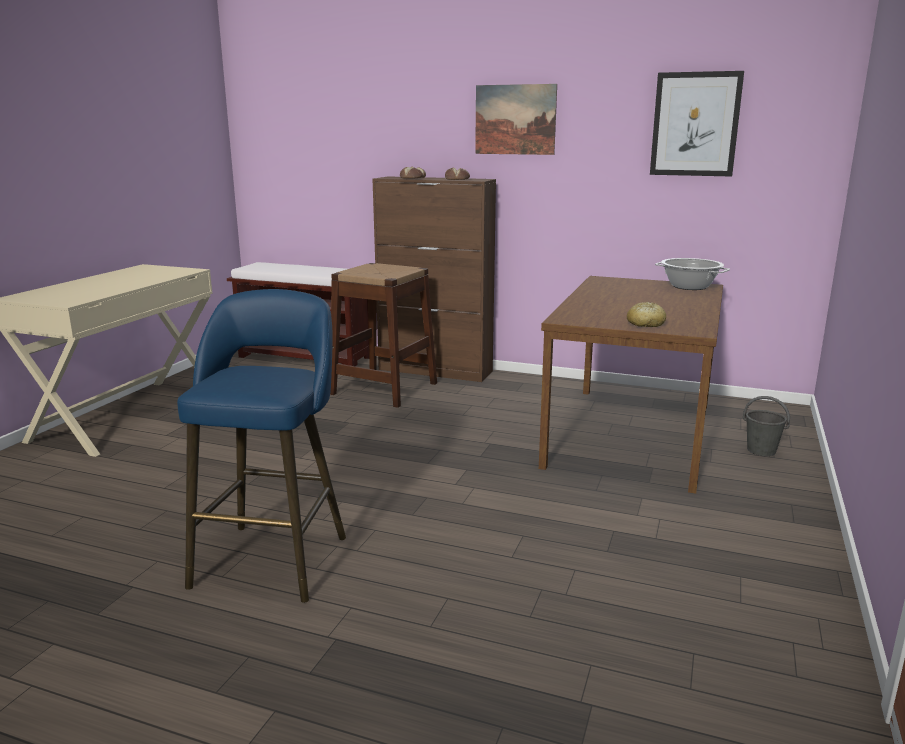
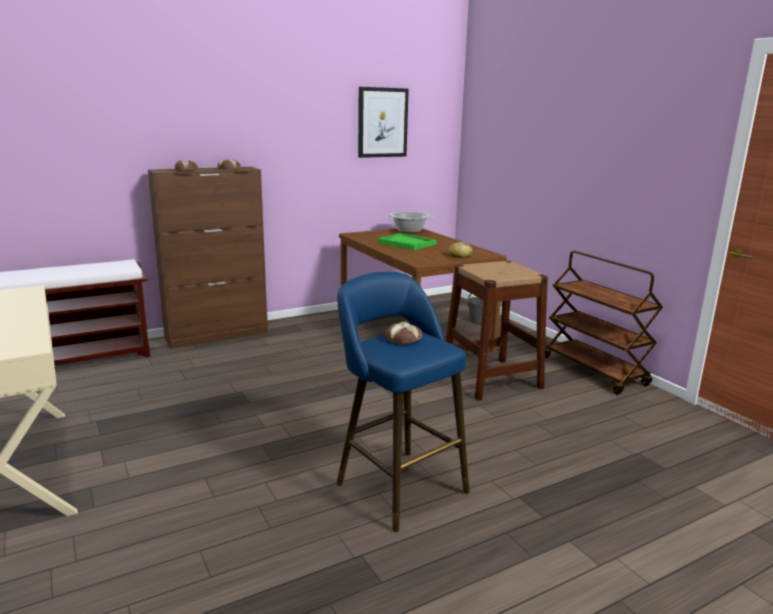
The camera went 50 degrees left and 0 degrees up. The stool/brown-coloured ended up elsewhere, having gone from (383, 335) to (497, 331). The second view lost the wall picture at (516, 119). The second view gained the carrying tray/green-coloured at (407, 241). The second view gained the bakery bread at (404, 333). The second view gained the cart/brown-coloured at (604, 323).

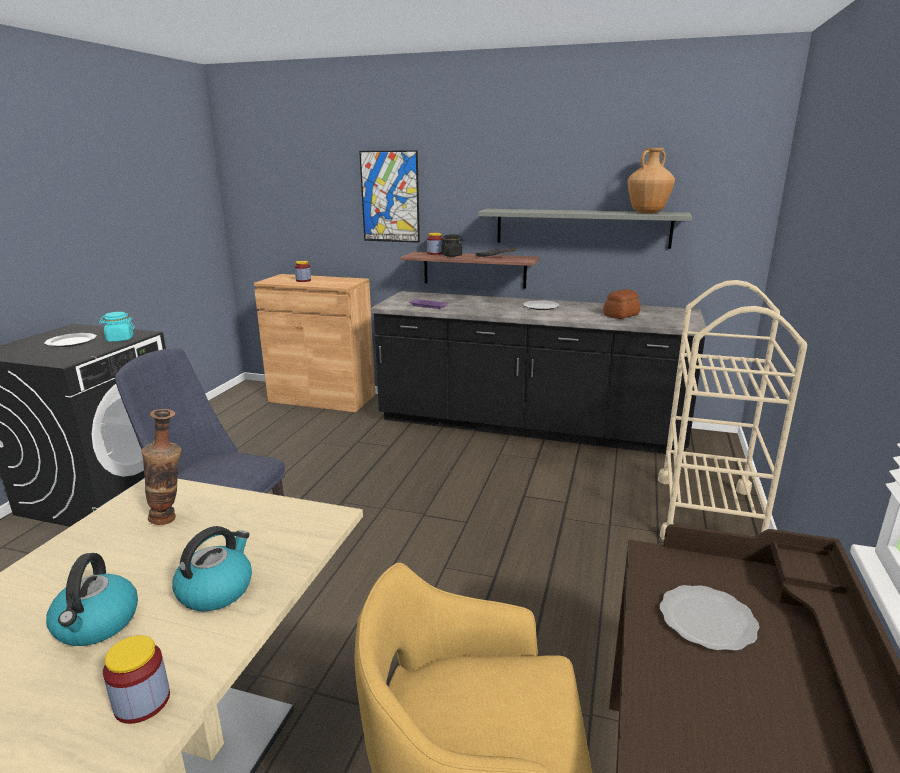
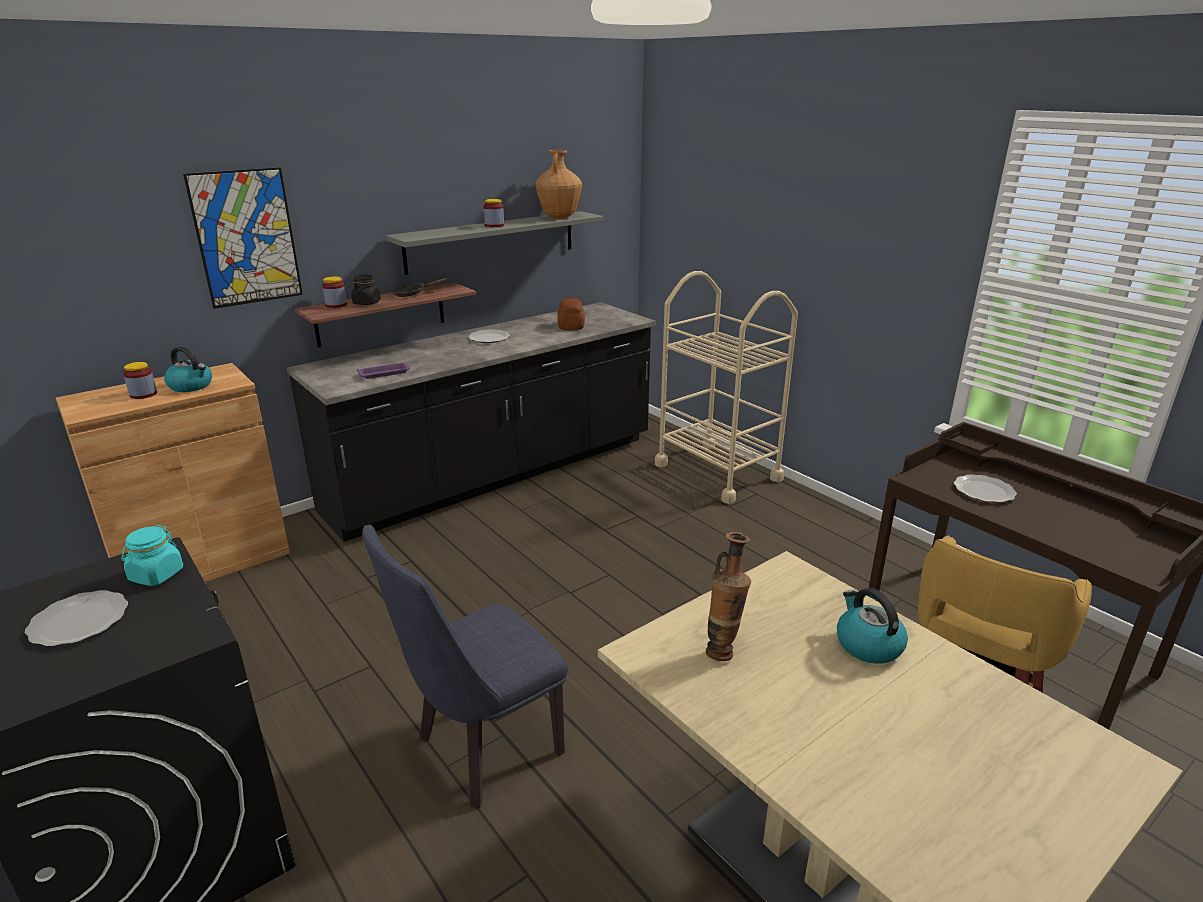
The camera went 55 degrees left and 5 degrees up. The kettle ended up elsewhere, having gone from (92, 599) to (188, 369). The jar ended up elsewhere, having gone from (136, 679) to (494, 213).

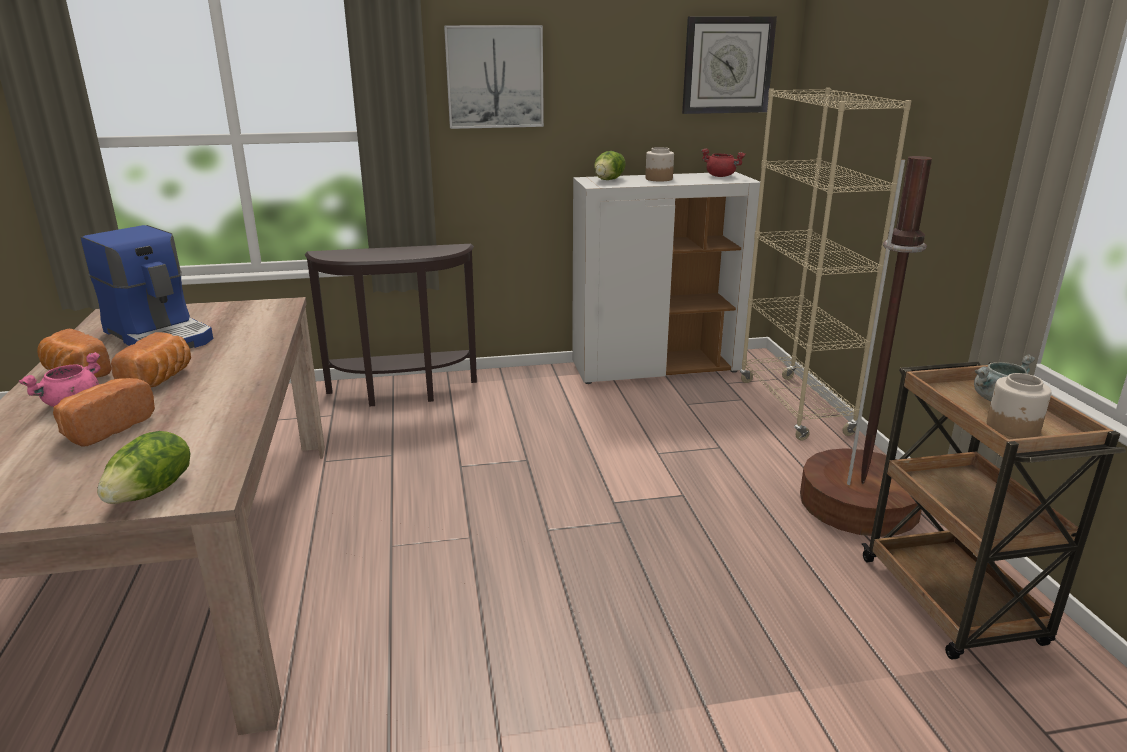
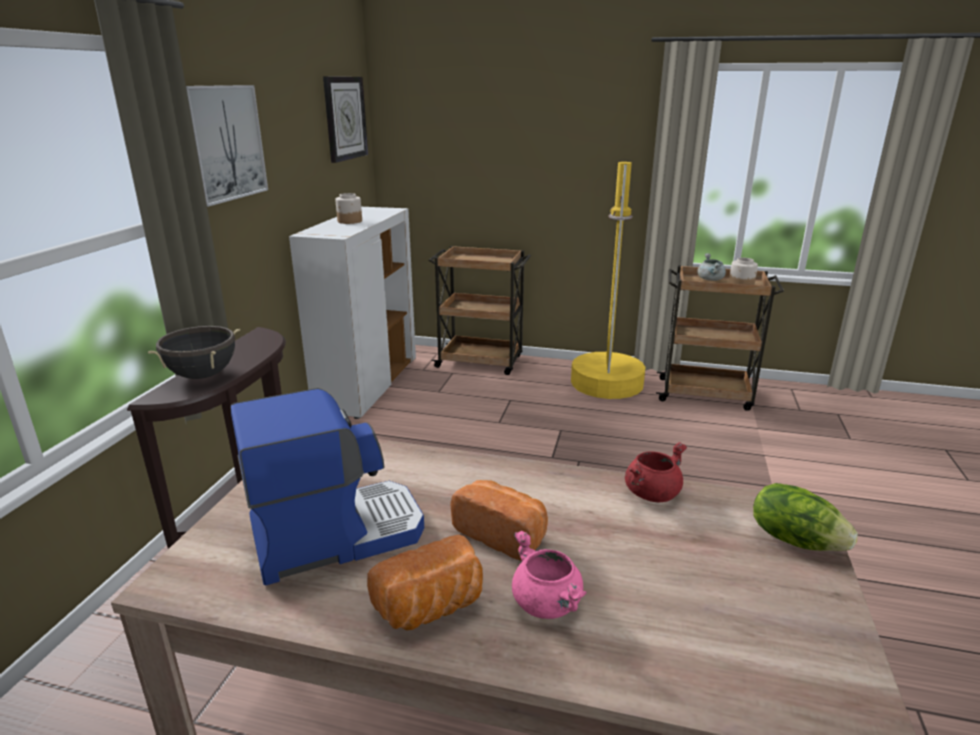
The camera went 65 degrees left and 0 degrees up. The second view lost the bakery bread at (104, 412). The second view lost the head of lettuce at (609, 165). The stockpot/reddish ended up elsewhere, having gone from (723, 162) to (656, 472). Where the bookshelf/beige-coloured stood at (826, 264), the cart/brown-coloured came to stand at (479, 310). What was the standing lamp/brown-coloured at (866, 346) turned into the standing lamp/yellow at (608, 280). The second view gained the stockpot/black at (194, 352).

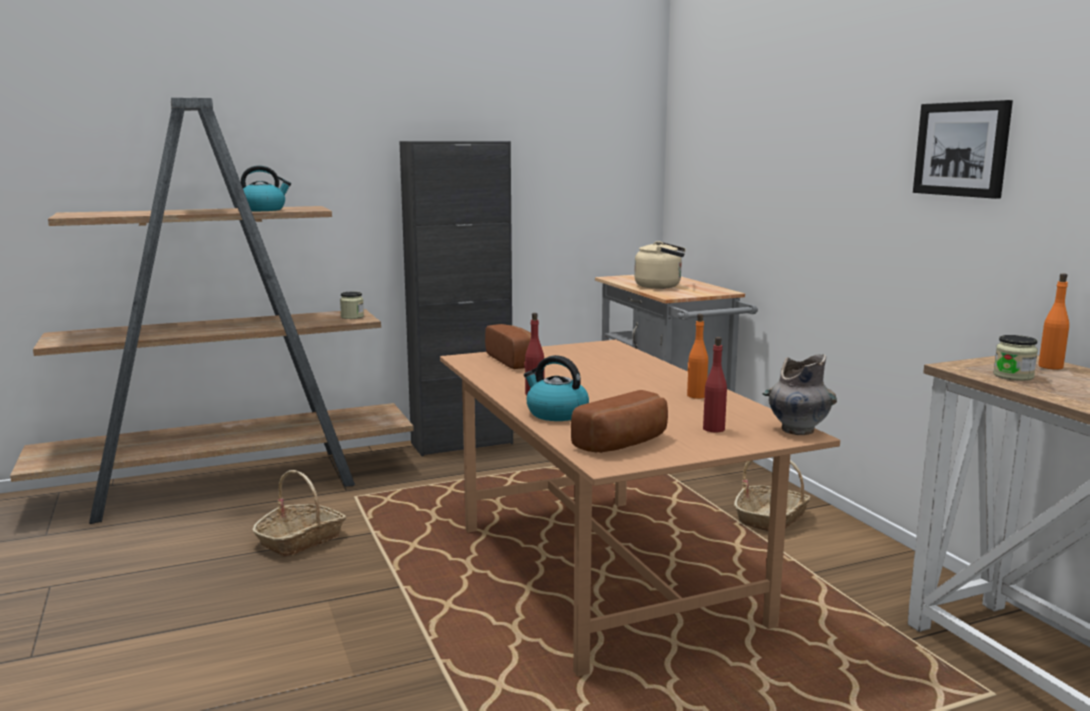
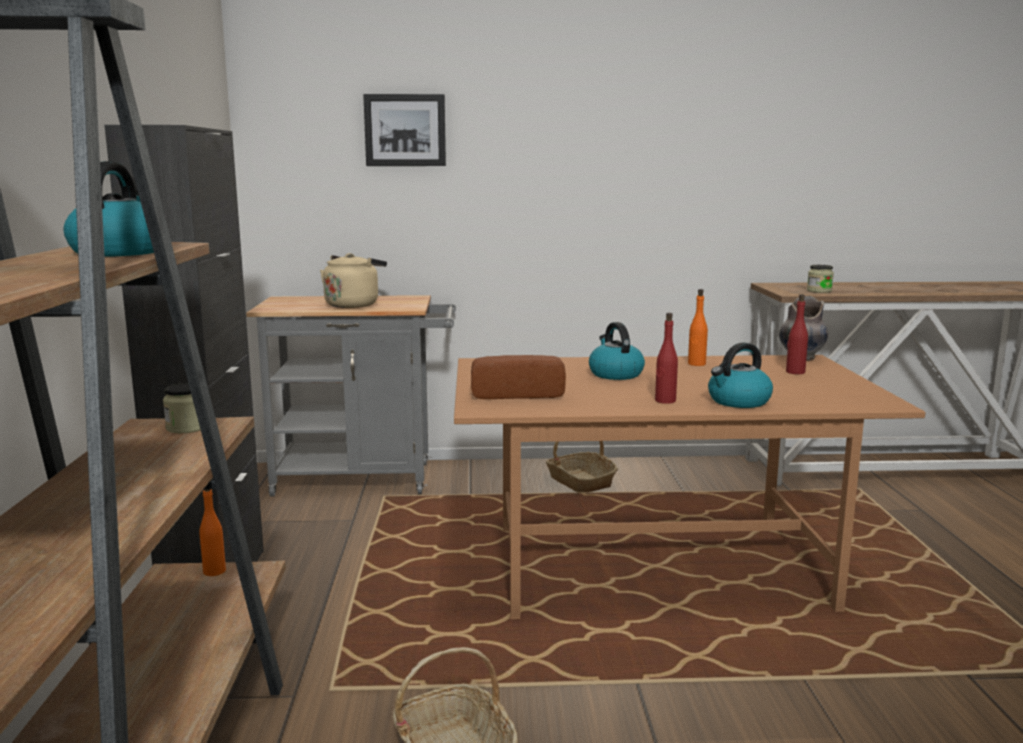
The camera went 70 degrees left and 0 degrees up. The second view lost the bakery bread at (619, 421). The wall picture ended up elsewhere, having gone from (963, 149) to (404, 130). The bottle/orangey ended up elsewhere, having gone from (1053, 321) to (212, 532). The second view gained the kettle at (617, 351).

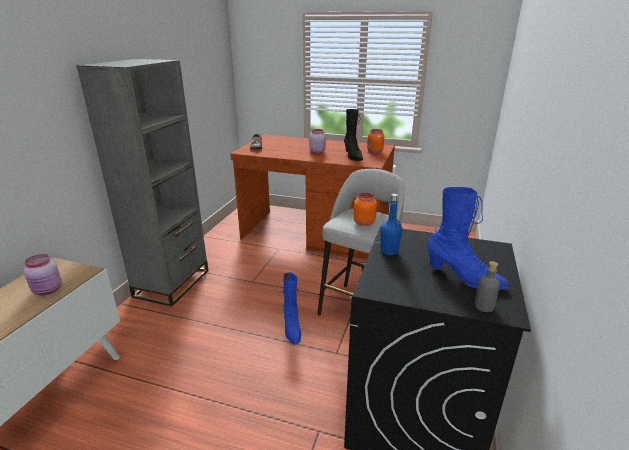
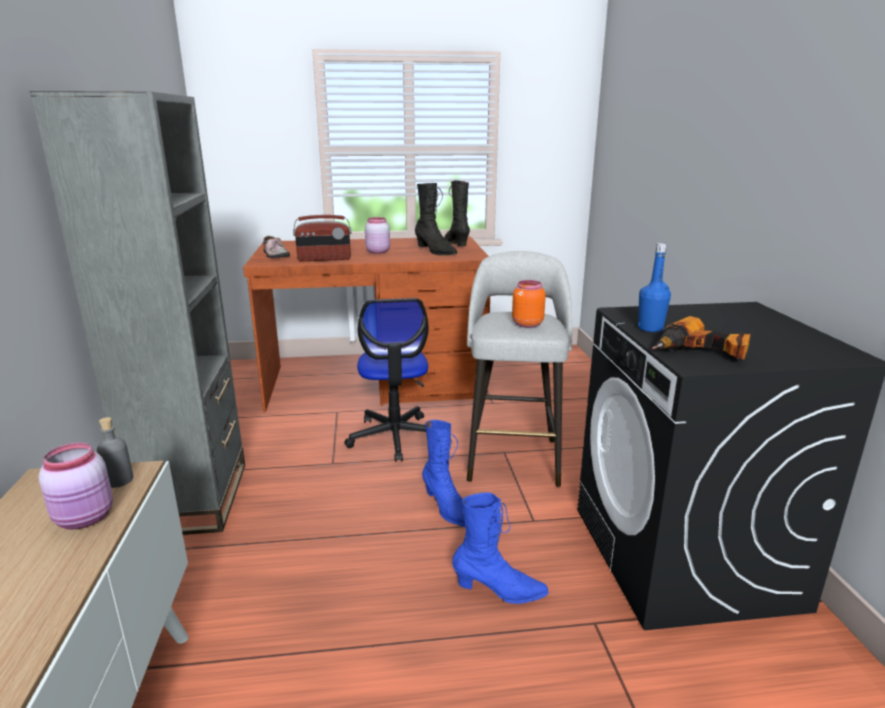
The camera went 25 degrees left and 5 degrees down. Where the jar/orangey stood at (375, 141), the high-top boot/black came to stand at (457, 213). The high-top boot/blue-coloured ended up elsewhere, having gone from (467, 238) to (500, 548). The bottle/gray ended up elsewhere, having gone from (487, 286) to (115, 452). The second view gained the radio receiver at (322, 238). The second view gained the desk chair at (386, 380). The second view gained the power drill at (701, 337).

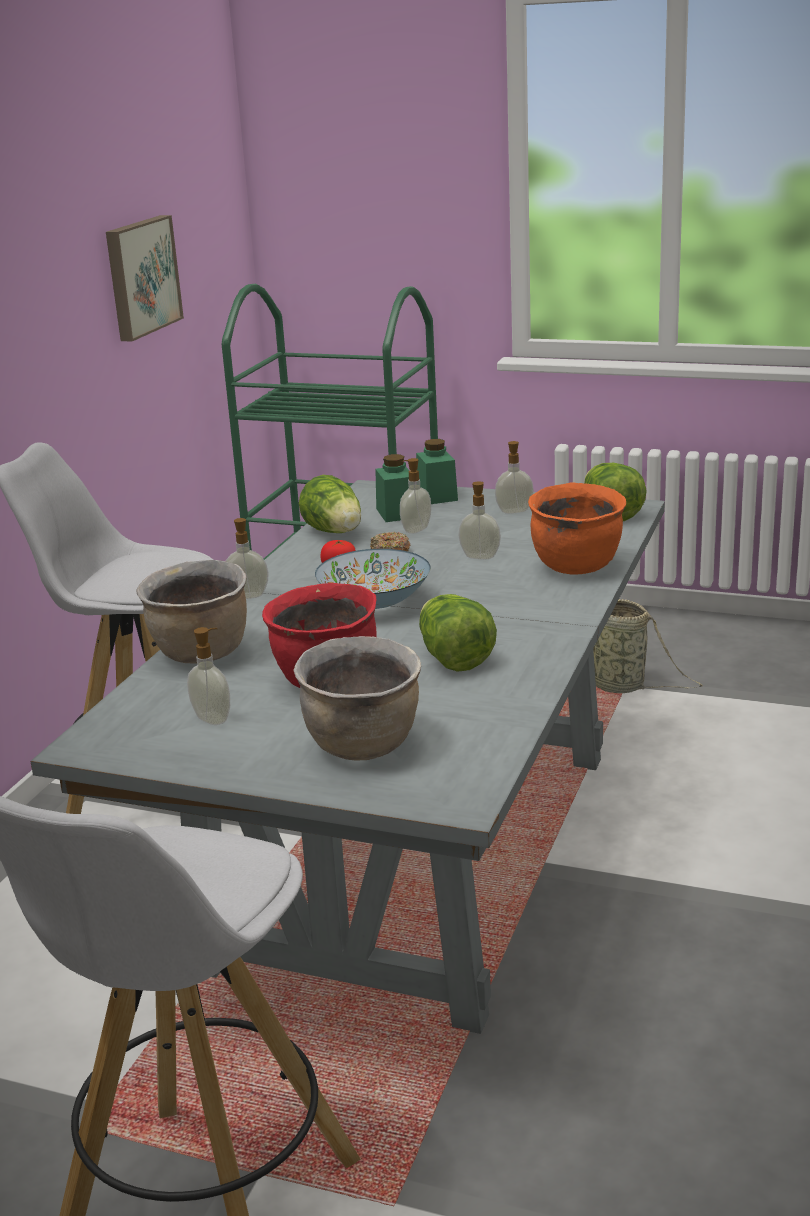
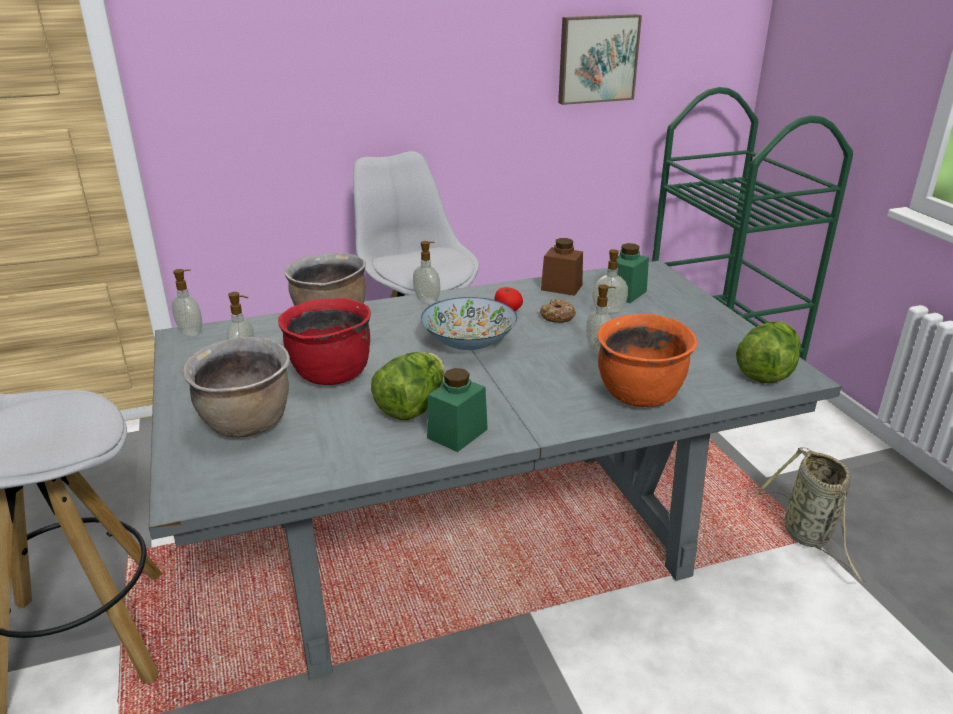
The camera went 50 degrees right and 5 degrees up. Where the head of lettuce stood at (330, 504), the jar/brown-coloured came to stand at (562, 267). The jar/green-coloured ended up elsewhere, having gone from (437, 471) to (457, 410). The soap bottle ended up elsewhere, having gone from (514, 477) to (187, 303).

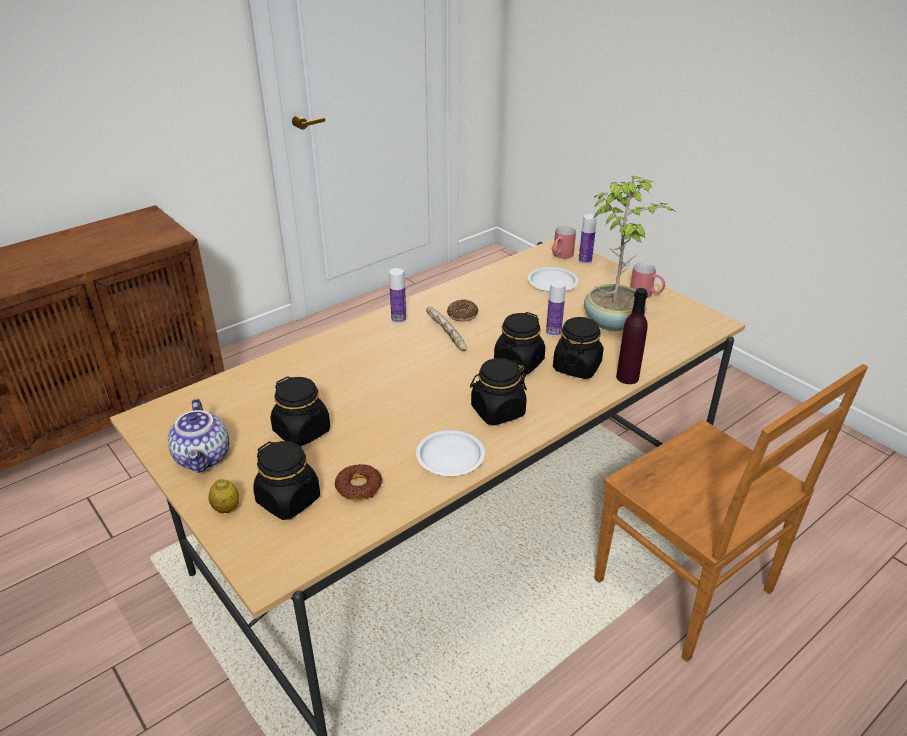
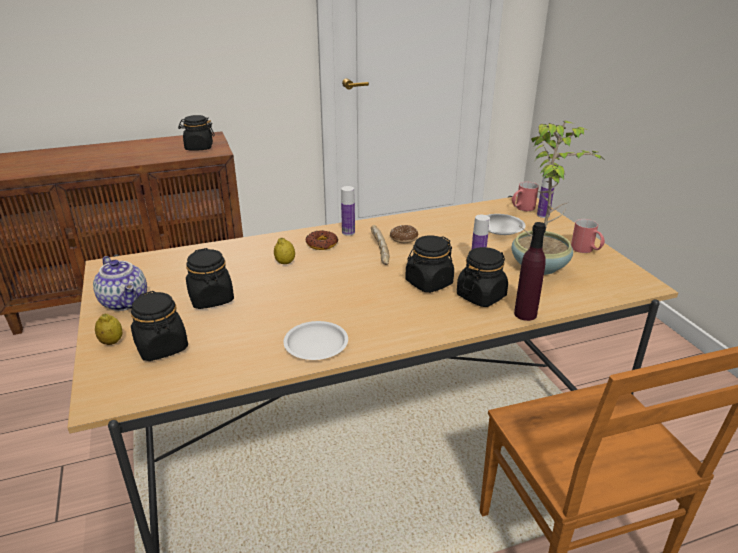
The camera went 20 degrees right and 5 degrees down. The teapot at (198, 436) ended up facing another way, 45 degrees counterclockwise from before. The ring doughnut ended up elsewhere, having gone from (358, 482) to (322, 240). The jar/black ended up elsewhere, having gone from (498, 391) to (196, 133). The second view gained the whole lemon at (284, 251).

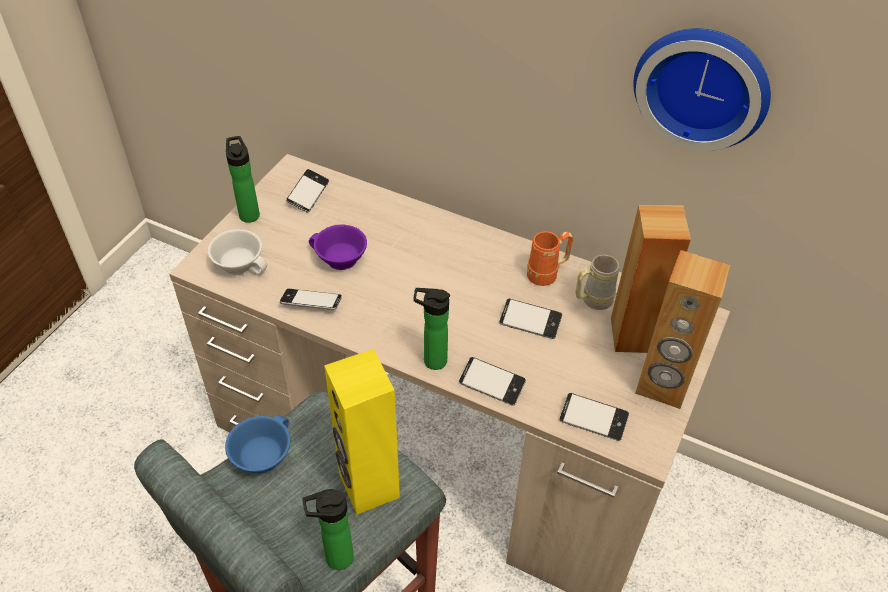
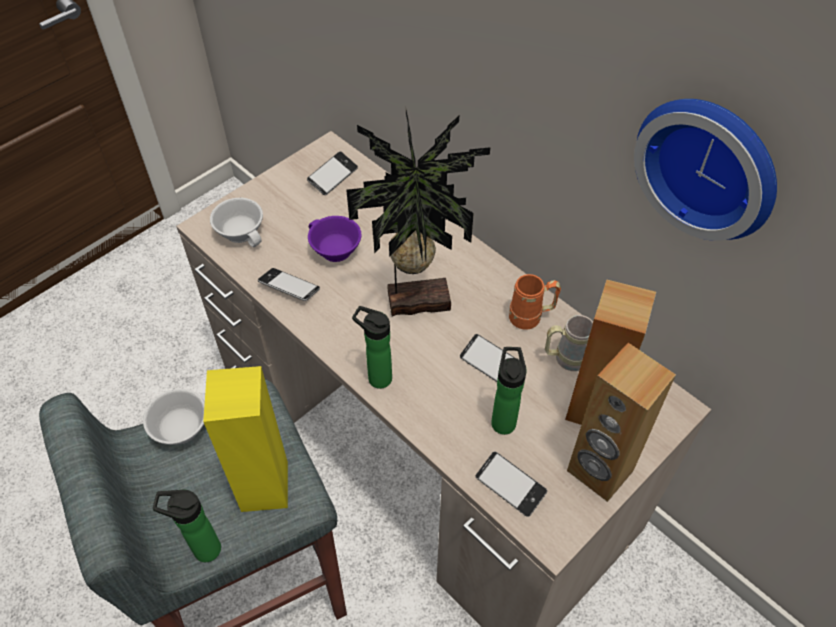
The camera went 20 degrees right and 5 degrees up. What was the drinking cup/blue-coloured at (258, 444) turned into the drinking cup/white-coloured at (174, 417). The bottle ended up elsewhere, having gone from (243, 179) to (509, 391). The second view lost the phone at (492, 381). The second view gained the plant in a pot at (418, 213).

